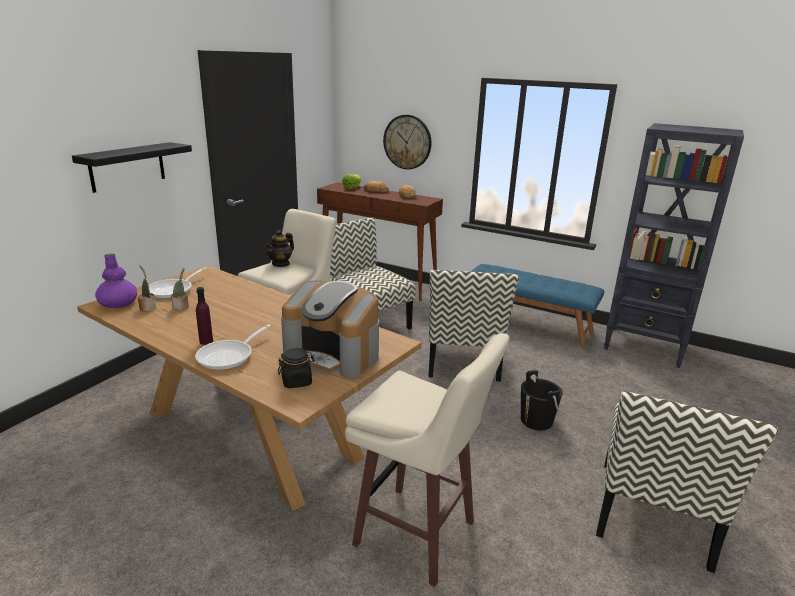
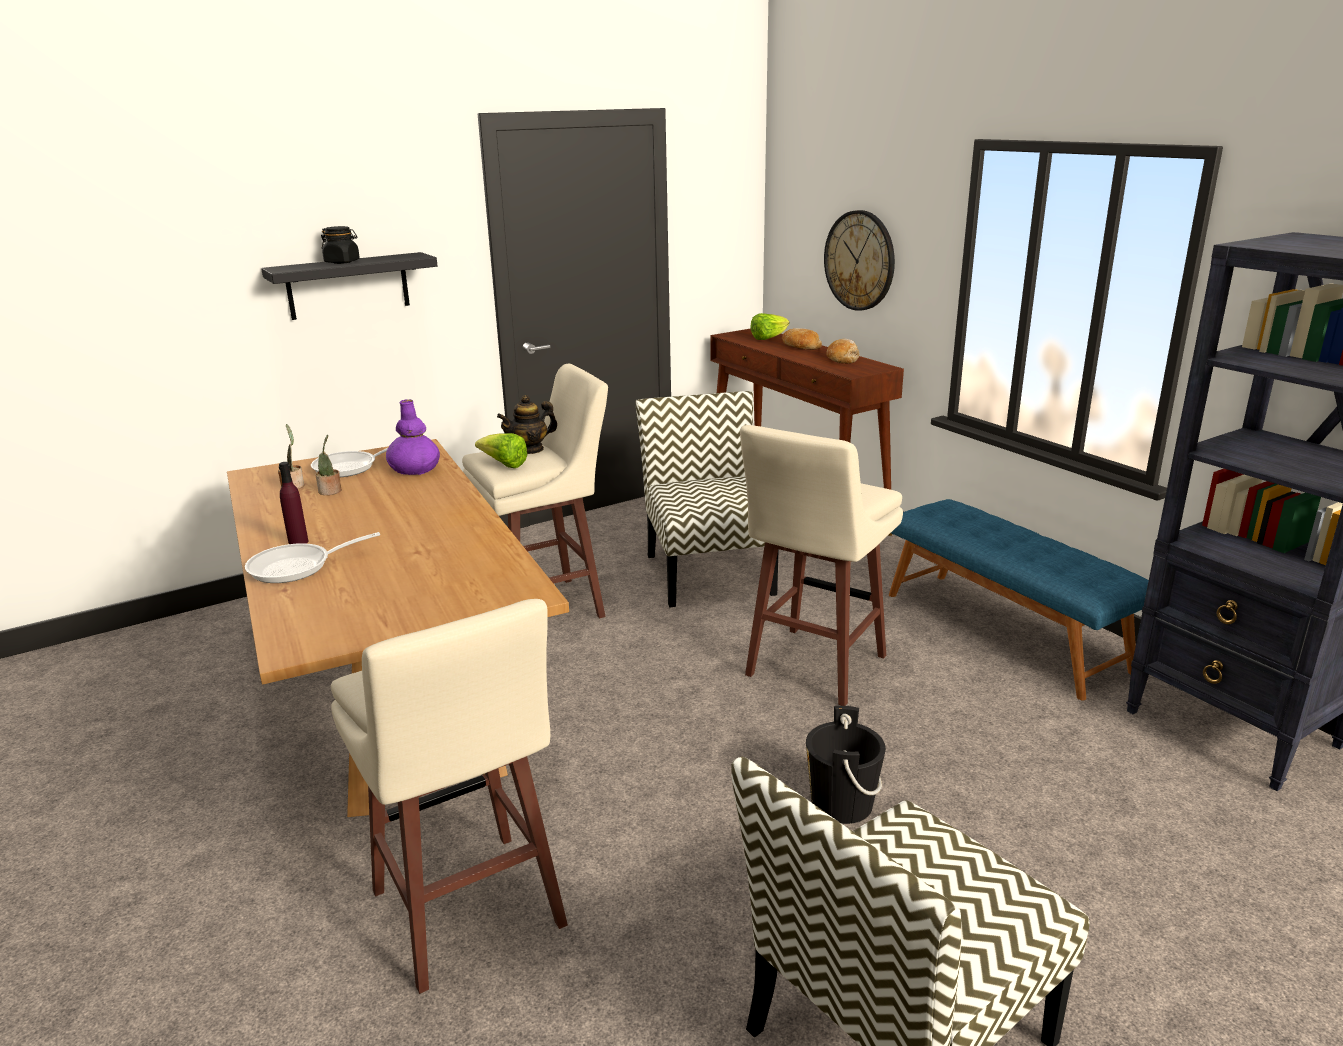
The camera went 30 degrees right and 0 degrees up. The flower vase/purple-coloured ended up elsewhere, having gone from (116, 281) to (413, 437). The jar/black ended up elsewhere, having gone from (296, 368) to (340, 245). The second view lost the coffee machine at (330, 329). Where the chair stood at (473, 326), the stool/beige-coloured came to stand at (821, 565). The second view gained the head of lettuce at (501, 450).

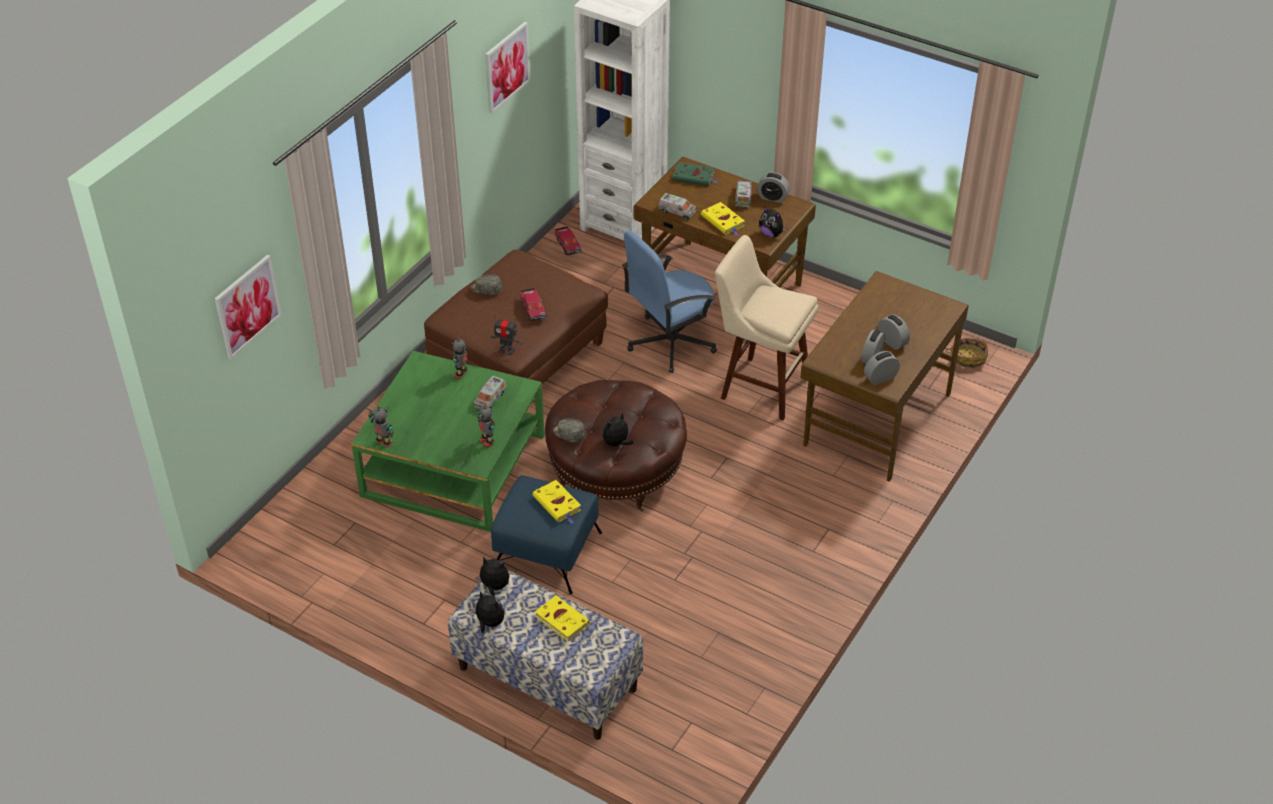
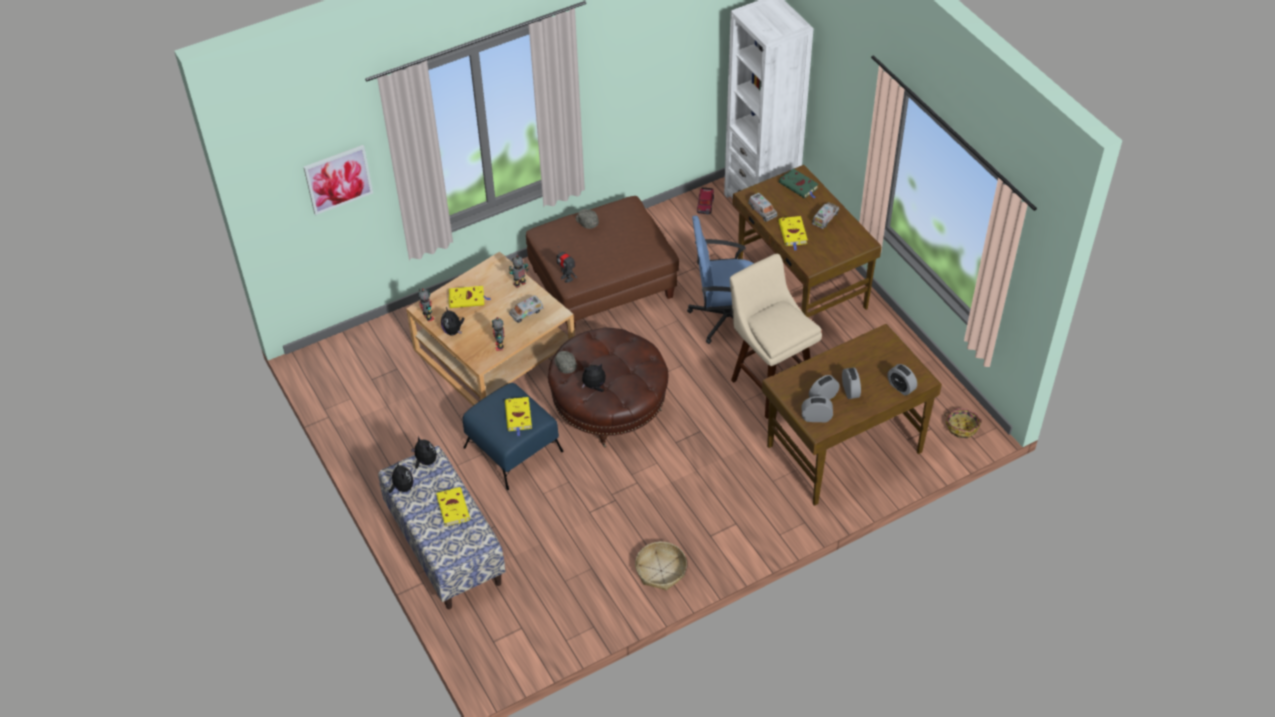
The camera went 30 degrees right and 5 degrees up. What was the low table/green-coloured at (448, 441) turned into the low table/beige-coloured at (490, 329). The second view lost the wall picture at (507, 67). The second view lost the model car at (533, 304). The bedside clock ended up elsewhere, having gone from (773, 187) to (902, 380). The cuddly toy ended up elsewhere, having gone from (773, 221) to (452, 321). The second view gained the book/yellow at (469, 297). The second view gained the household basket at (661, 566).

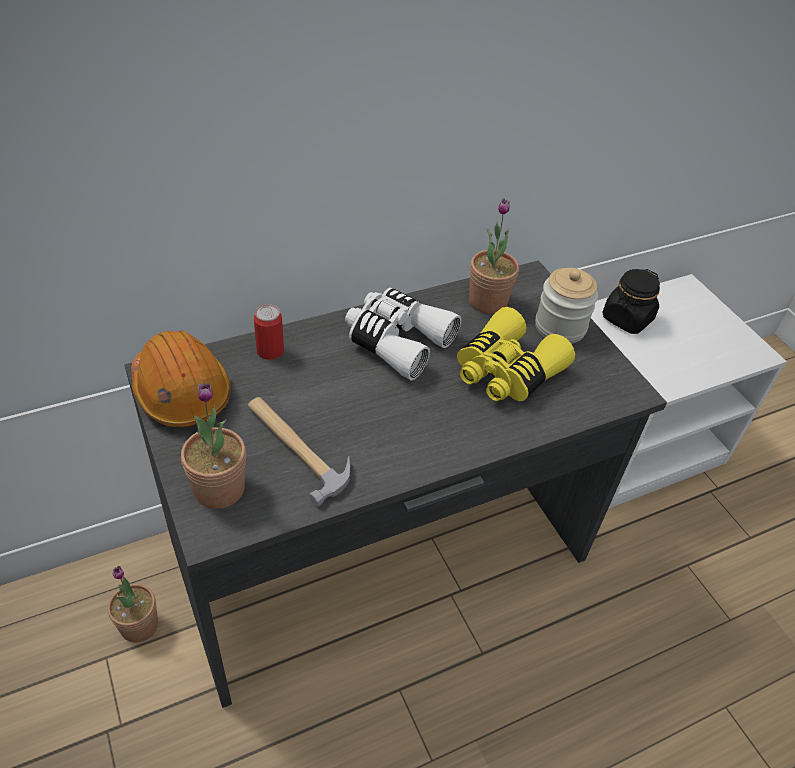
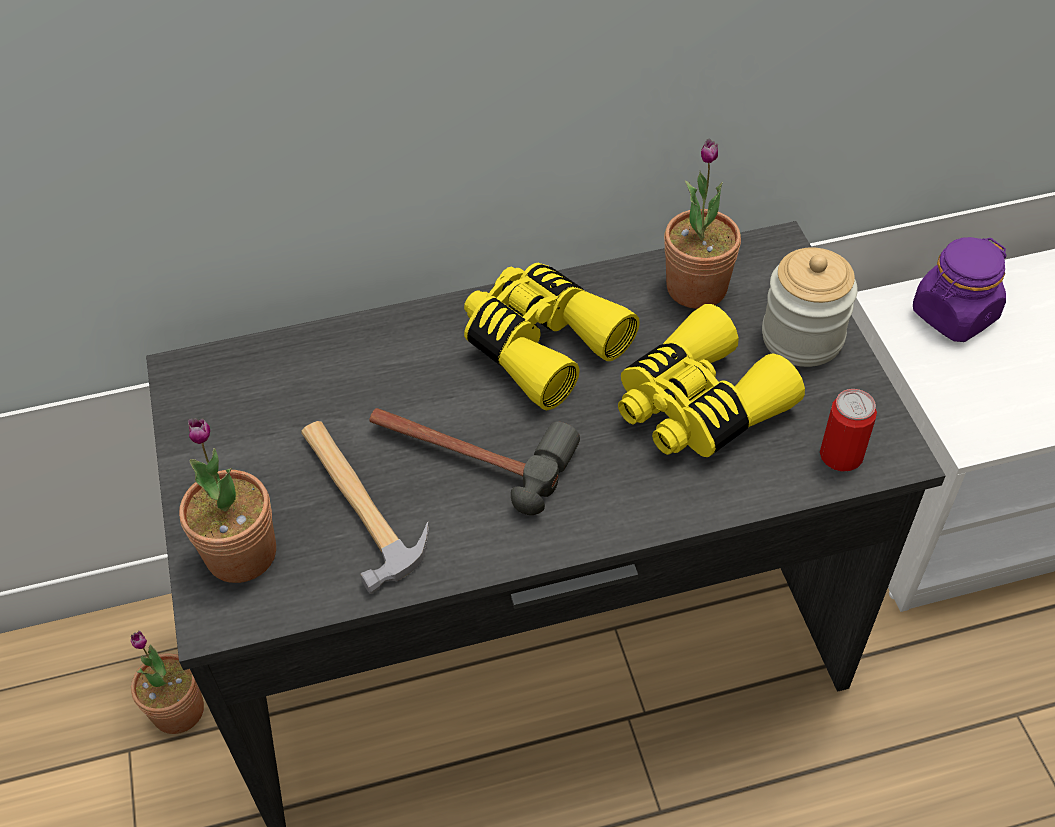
The camera went 15 degrees right and 5 degrees up. The second view lost the safety helmet/orangey at (181, 378). The sealed can ended up elsewhere, having gone from (269, 332) to (848, 430). What was the pair of binoculars/white-coloured at (403, 334) turned into the pair of binoculars/yellow at (552, 336). What was the jar/black at (631, 301) turned into the jar/purple-coloured at (959, 289). The second view gained the hammer at (474, 461).

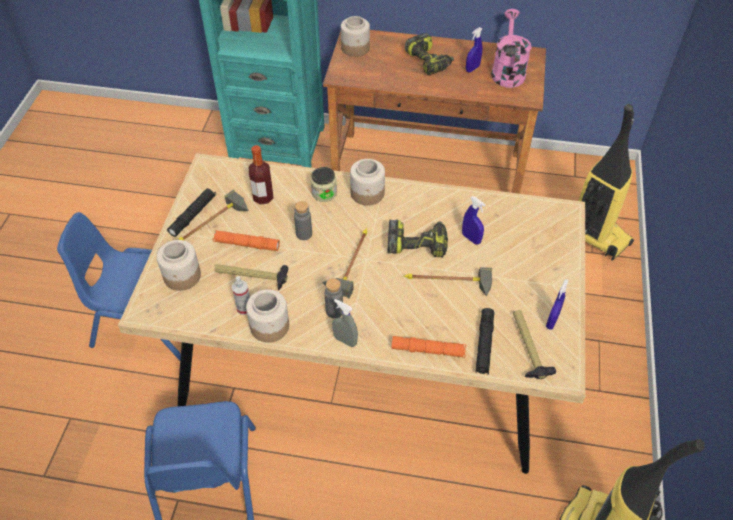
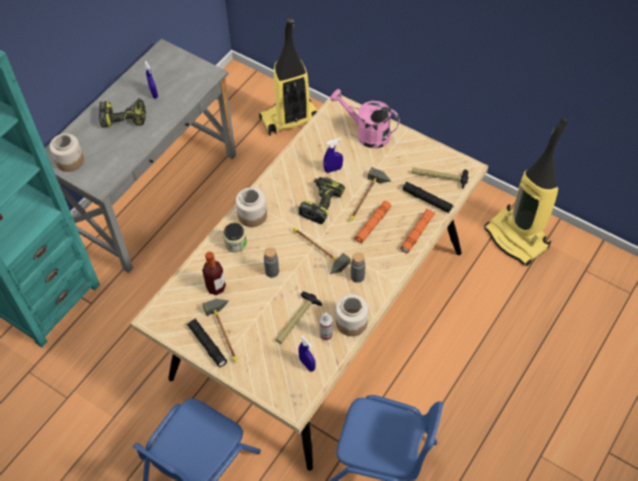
The camera went 65 degrees left and 5 degrees up. The second view lost the jar at (179, 265). The flashlight/orangey ended up elsewhere, having gone from (246, 240) to (372, 222). What was the desk table/brown-coloured at (434, 112) turned into the desk table/gray at (140, 156). The second view lost the spray bottle/gray at (345, 323). The sprinkling can/pink ended up elsewhere, having gone from (511, 48) to (365, 118). The spray bottle/blue-coloured ended up elsewhere, having gone from (557, 304) to (307, 354).

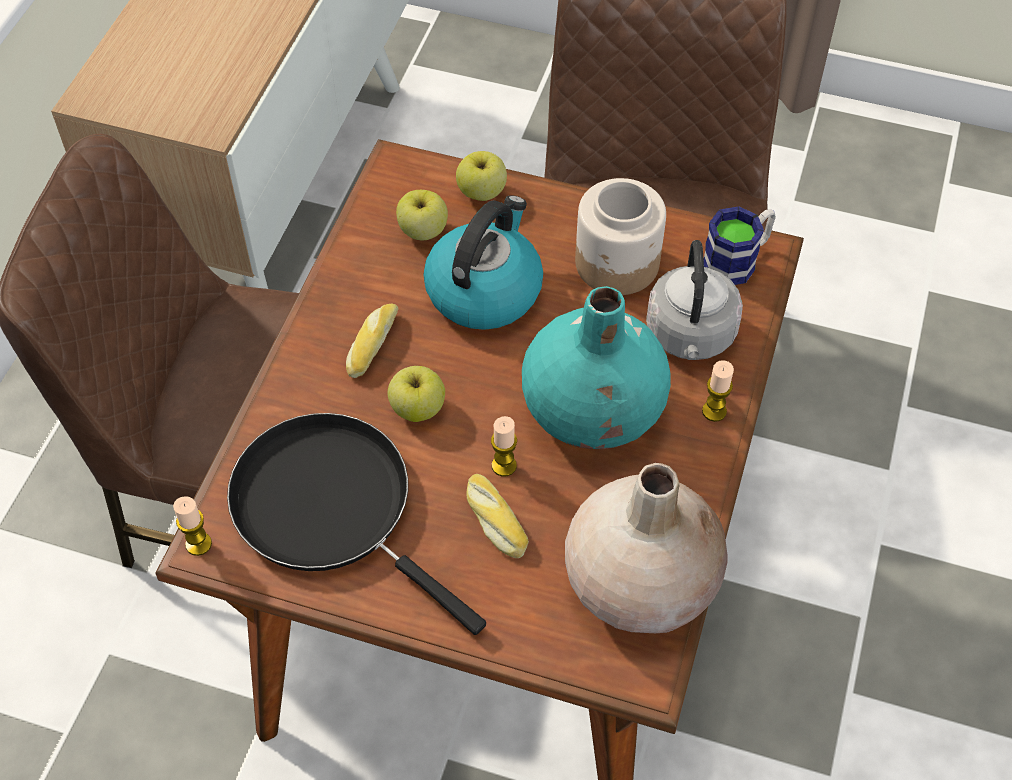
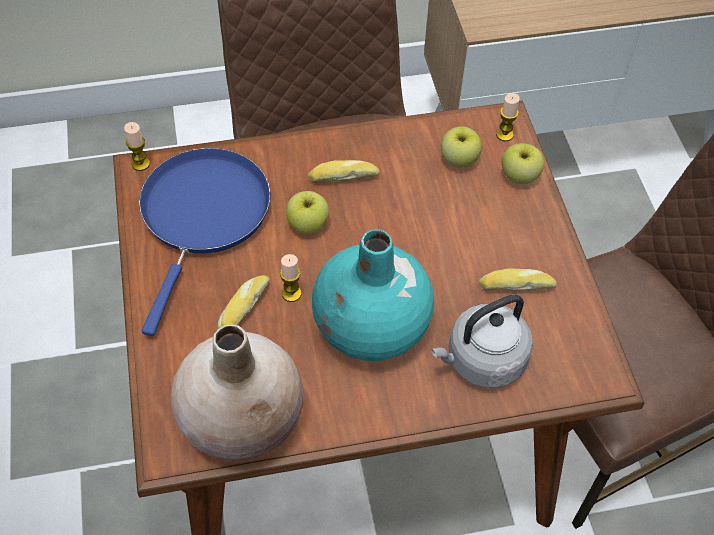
The camera went 60 degrees right and 0 degrees up. What was the frying pan/black at (356, 524) turned into the frying pan/blue-coloured at (205, 242). The second view lost the kettle at (483, 262). Where the jar stood at (620, 236), the bakery bread came to stand at (518, 279). The candle ended up elsewhere, having gone from (718, 391) to (508, 117). The second view lost the mug at (740, 245).

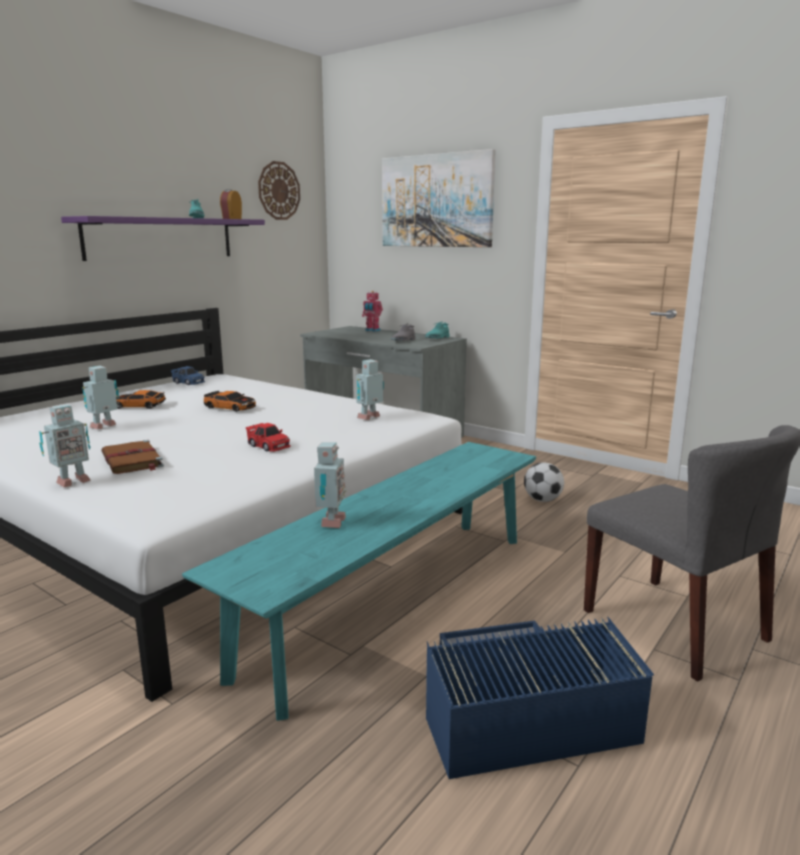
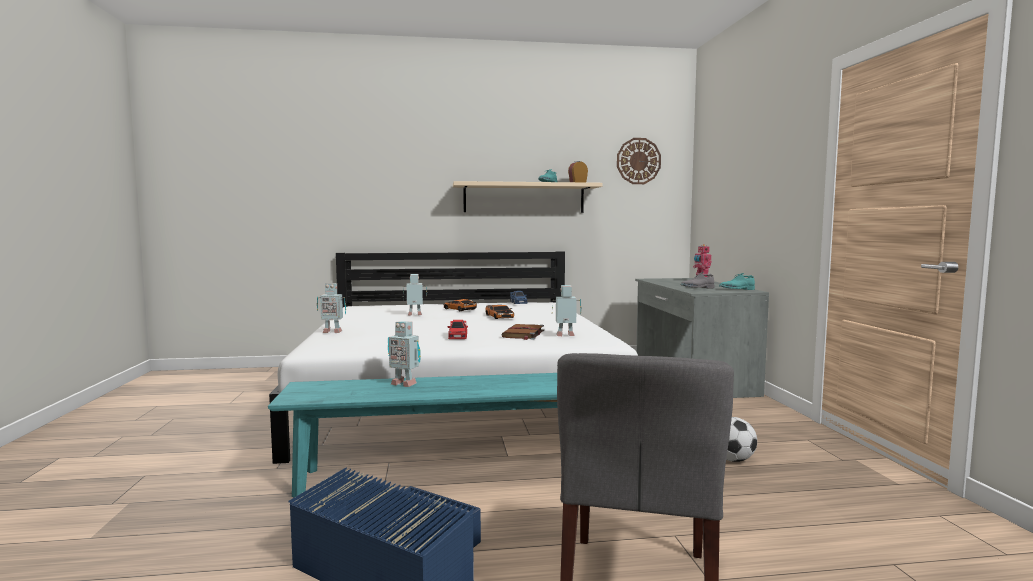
The camera went 45 degrees right and 10 degrees down. What was the shelf/purple-coloured at (163, 238) turned into the shelf/beige-coloured at (528, 197). The book/brown-coloured ended up elsewhere, having gone from (132, 457) to (522, 332). The robot figure at (330, 485) ended up facing another way, 60 degrees clockwise from before. The second view lost the wall picture at (439, 198).

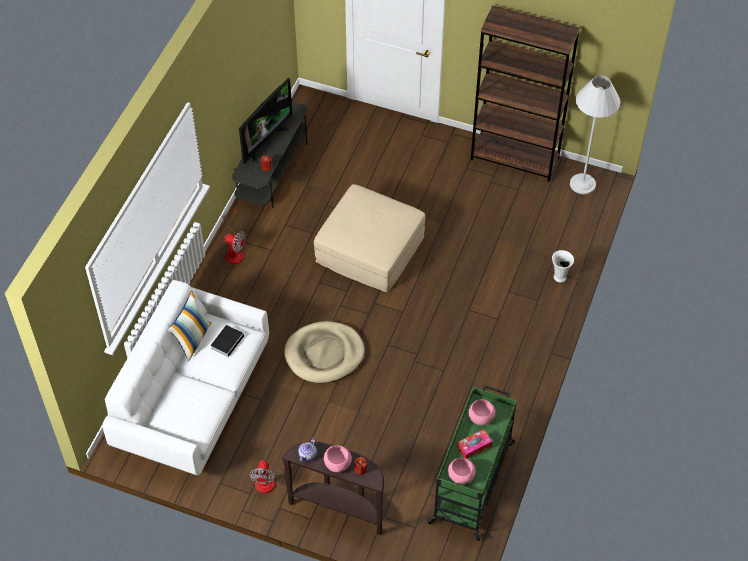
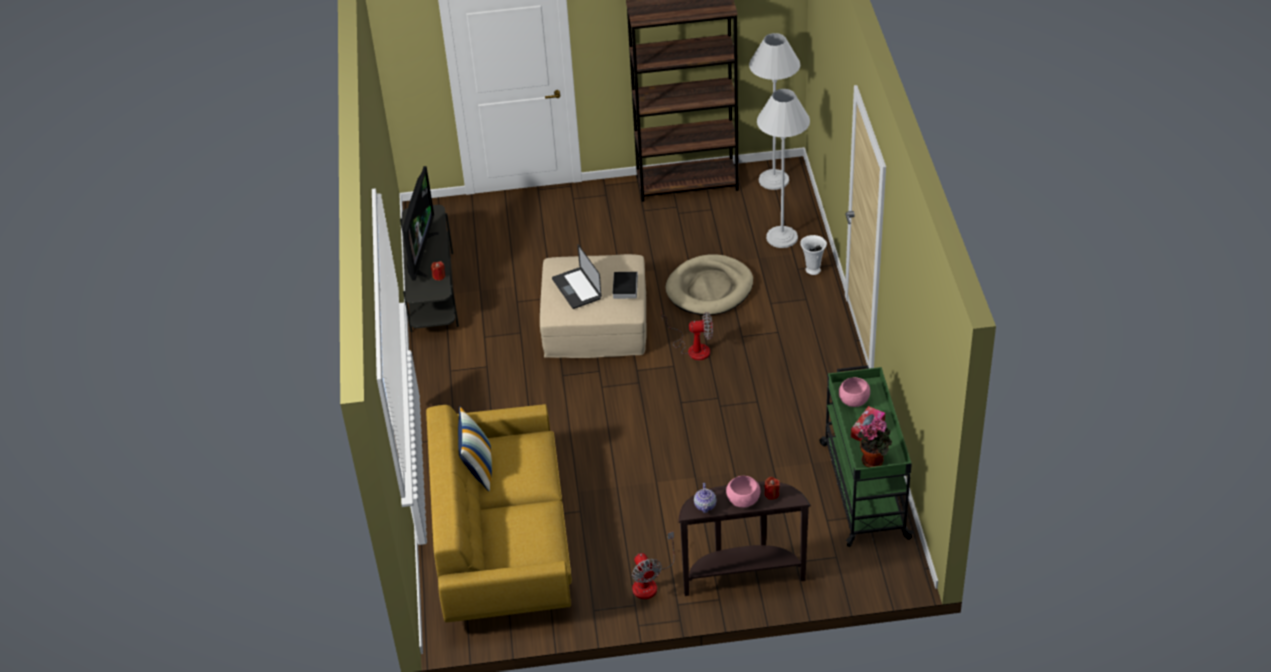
The camera went 25 degrees left and 10 degrees down. What was the settee/white-coloured at (185, 378) turned into the settee/yellow at (499, 513). The book ended up elsewhere, having gone from (227, 341) to (625, 285). The fan ended up elsewhere, having gone from (233, 239) to (687, 335). The dog bed/beige-coloured ended up elsewhere, having gone from (324, 352) to (709, 284). Where the deep dish/pink stood at (461, 471), the plant in a pot came to stand at (875, 443). The second view gained the notebook computer at (577, 276). The second view gained the standing lamp/white-coloured at (783, 168).

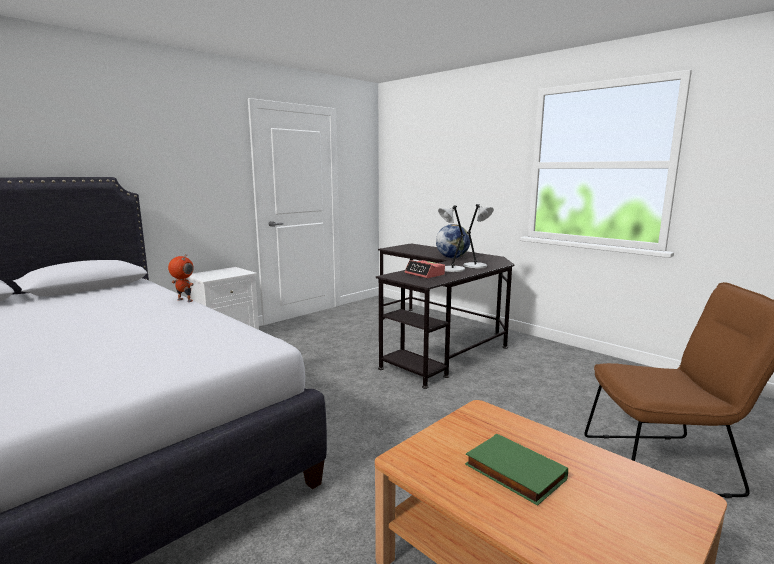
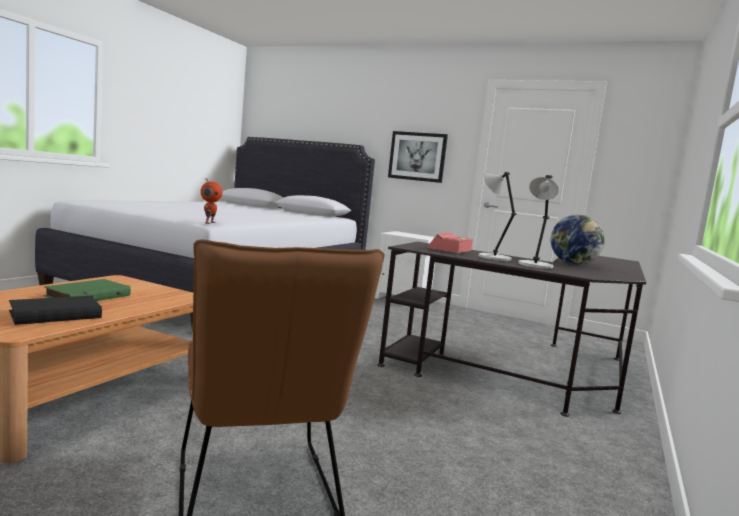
The camera went 70 degrees right and 5 degrees down. The robot figure ended up elsewhere, having gone from (181, 278) to (211, 201). The second view gained the book/black at (55, 310). The second view gained the wall picture at (418, 157).

